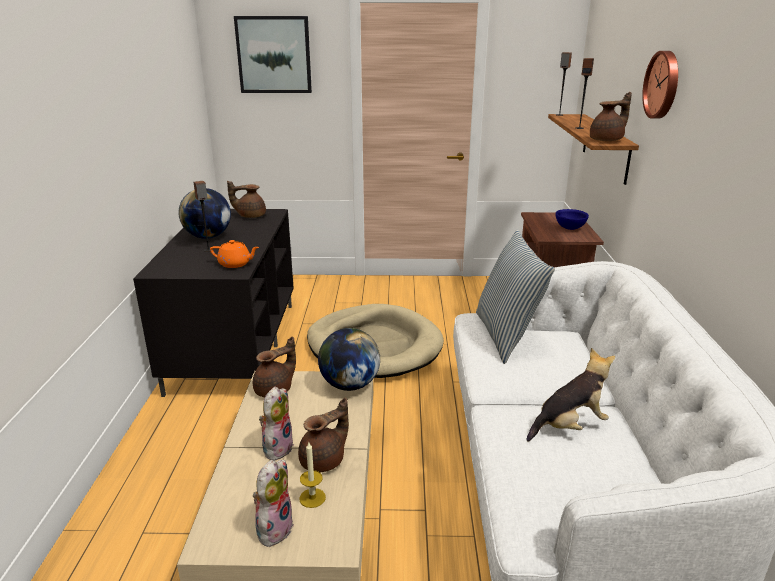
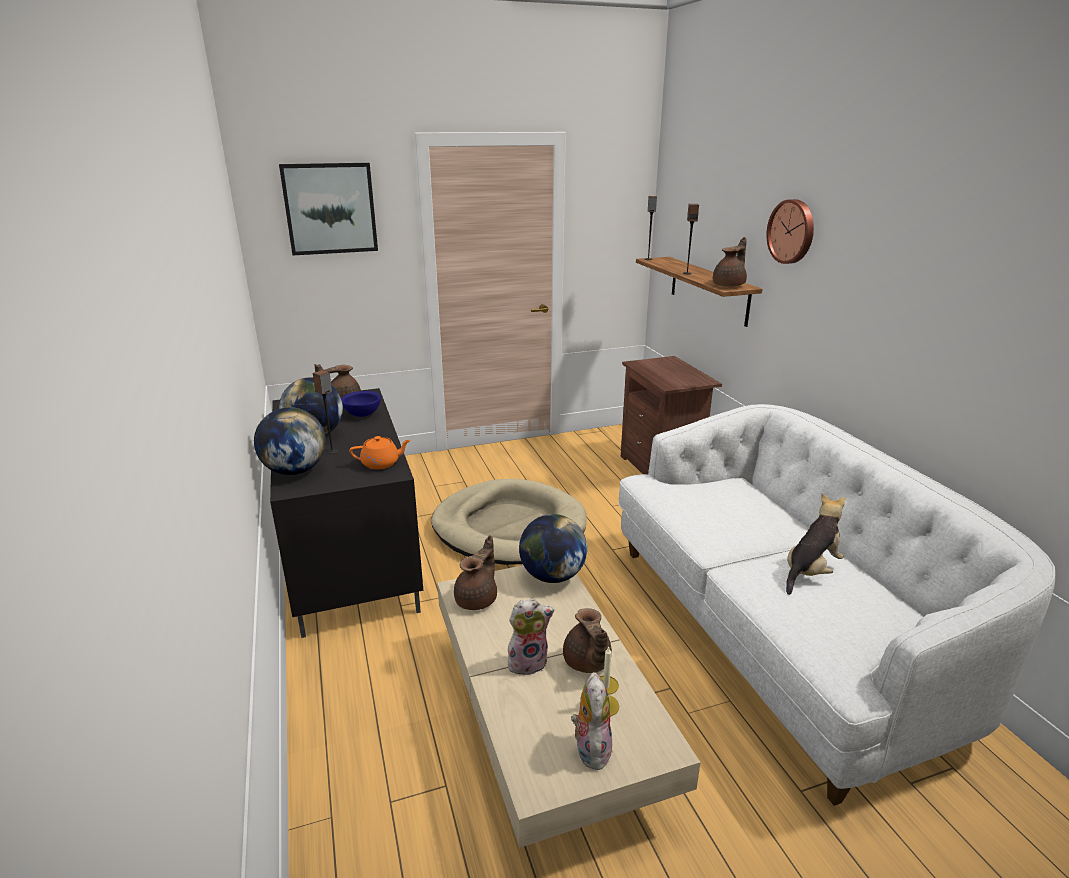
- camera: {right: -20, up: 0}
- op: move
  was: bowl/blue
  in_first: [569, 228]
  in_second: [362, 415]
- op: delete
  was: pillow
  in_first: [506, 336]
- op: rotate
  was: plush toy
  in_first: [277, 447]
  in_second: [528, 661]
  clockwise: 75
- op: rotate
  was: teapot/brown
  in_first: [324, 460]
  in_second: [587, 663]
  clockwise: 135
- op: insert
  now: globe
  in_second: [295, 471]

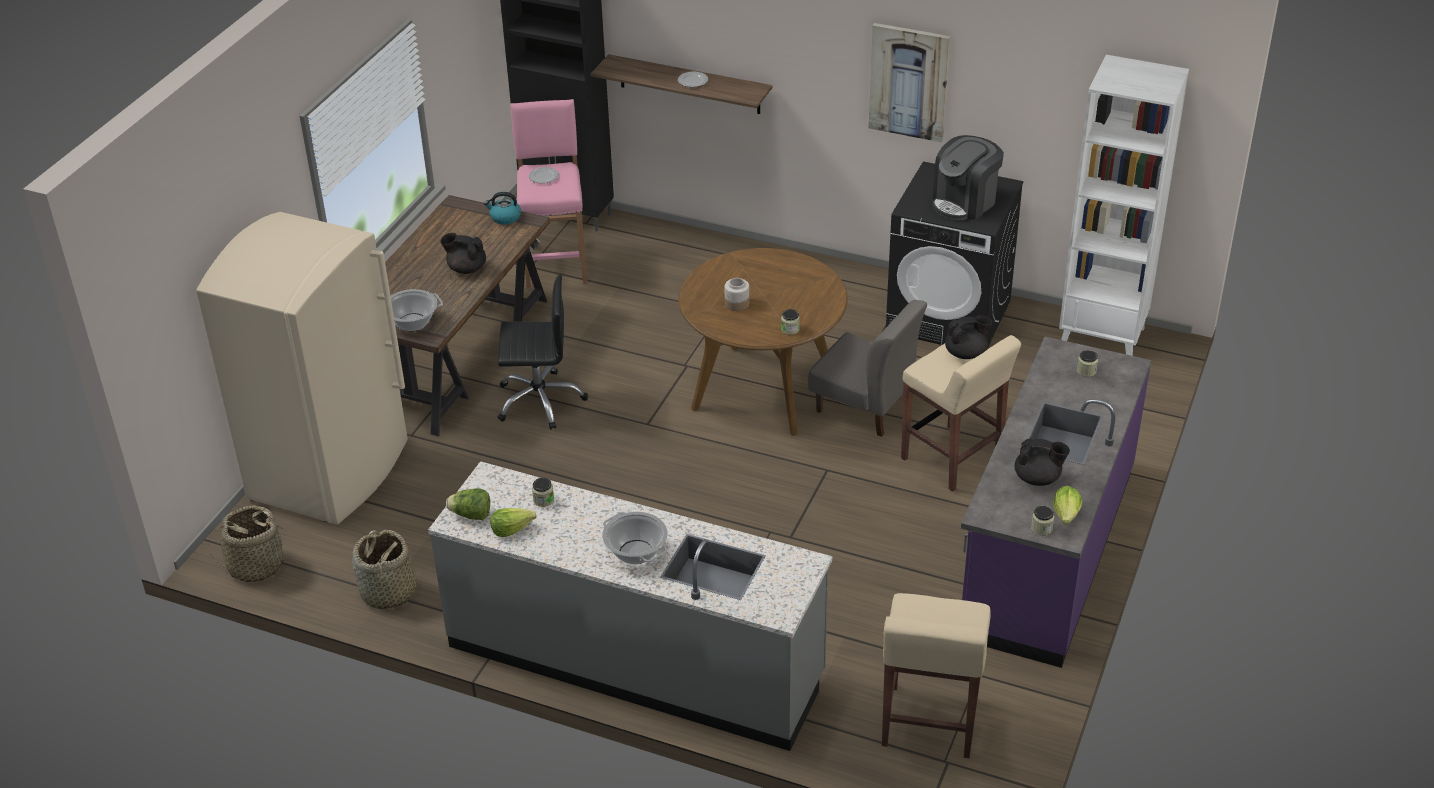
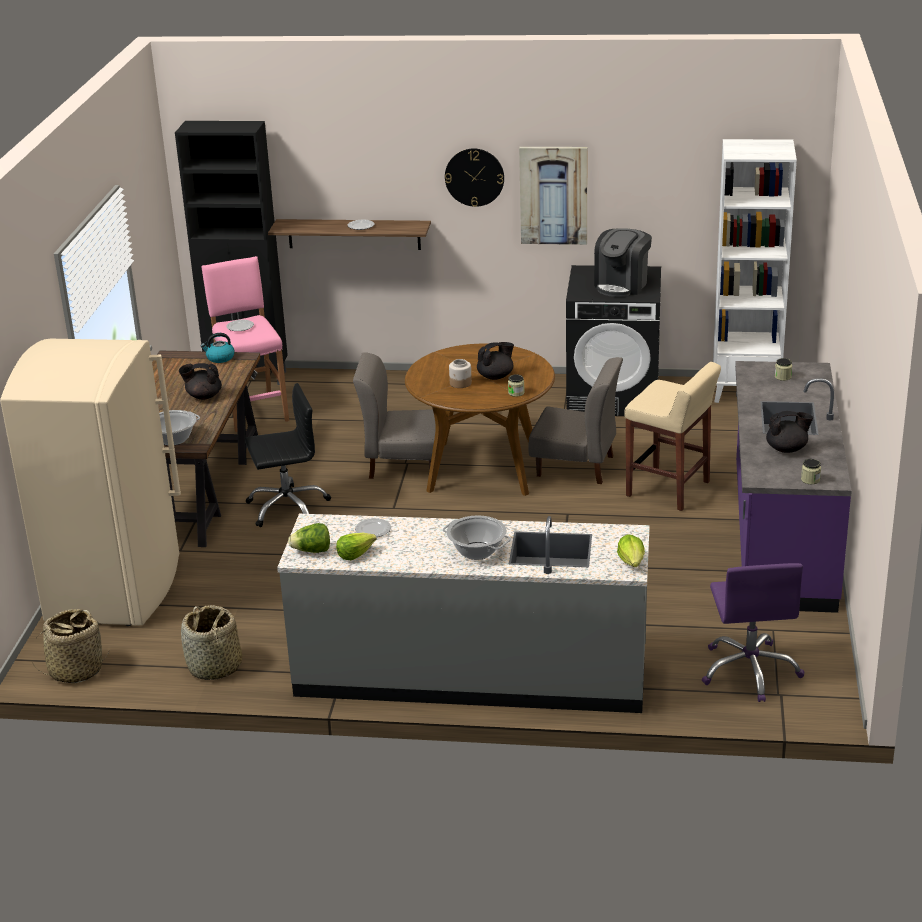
- camera: {right: -15, up: -10}
- op: move
  was: teapot/black
  in_first: [966, 353]
  in_second: [496, 376]
- op: replace
  was: jar
  now: plate
  in_first: [543, 500]
  in_second: [372, 530]
- op: move
  was: lettuce
  in_first: [1066, 514]
  in_second: [632, 562]
- op: replace
  was: stool/beige
  now: office chair/purple
  in_first: [929, 723]
  in_second: [750, 670]
- op: insert
  now: wall clock
  in_second: [474, 177]
- op: insert
  now: chair/grey
  in_second: [403, 464]

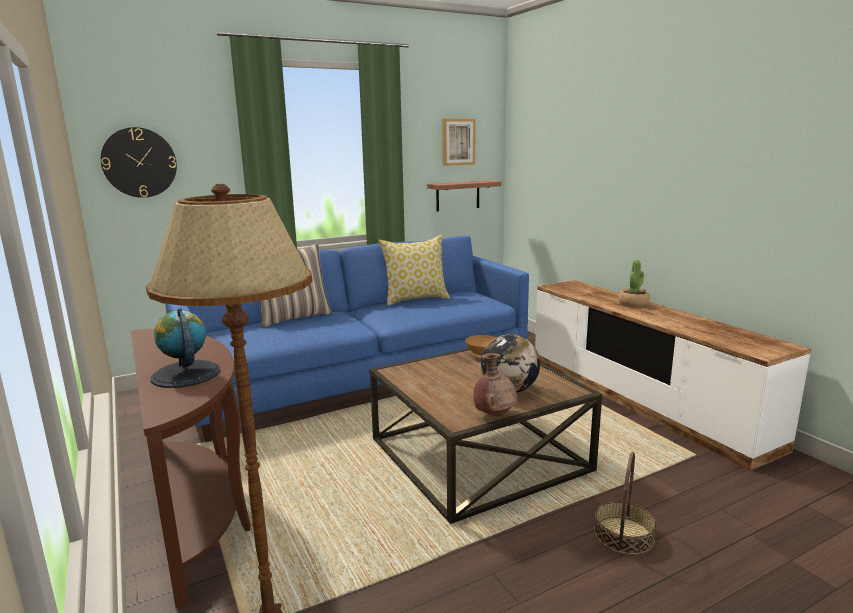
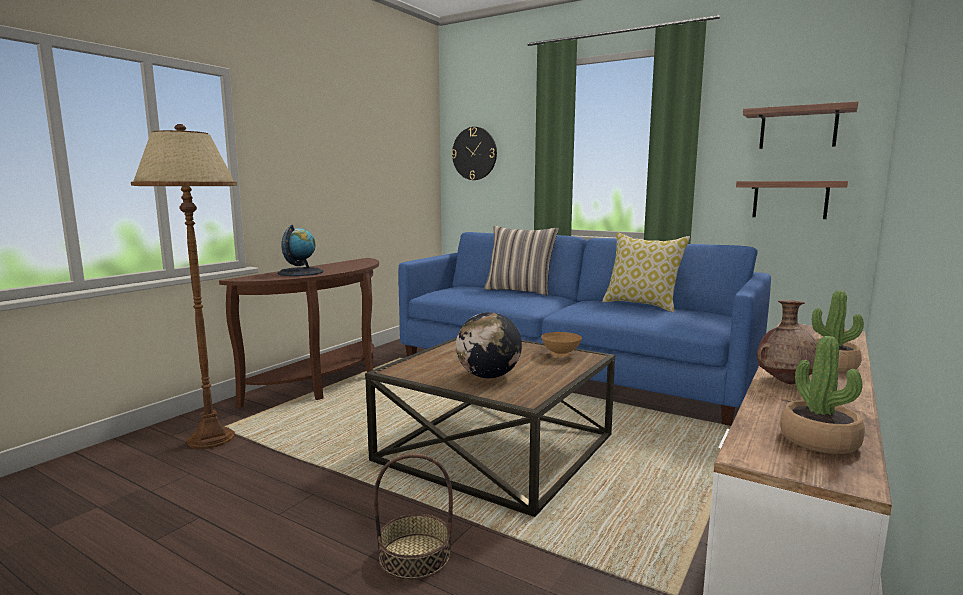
- camera: {right: 60, up: -5}
- op: replace
  was: picture
  now: shelf
  in_first: [458, 142]
  in_second: [798, 128]
- op: move
  was: vase/brown
  in_first: [494, 414]
  in_second: [786, 382]
- op: insert
  now: potted plant
  in_second: [819, 441]

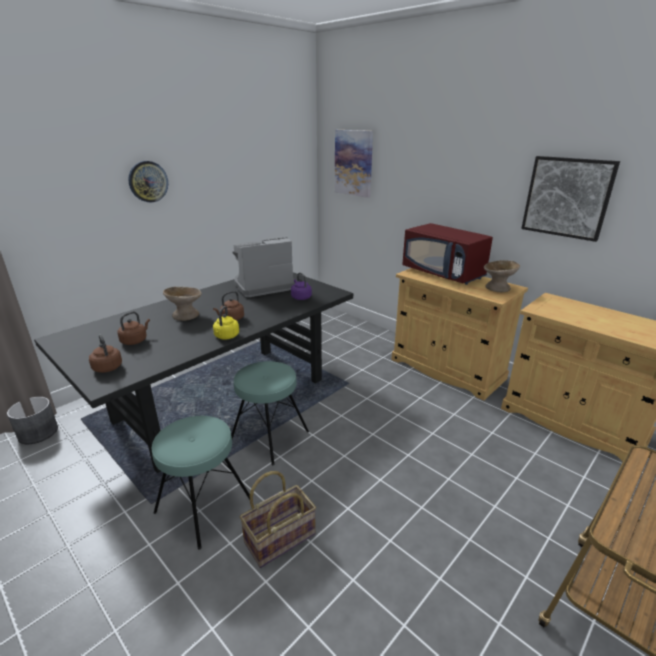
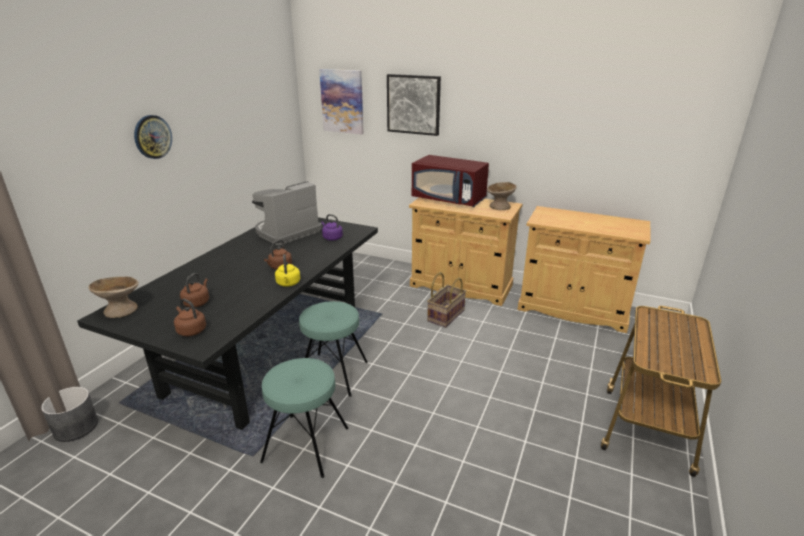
- camera: {right: -20, up: 0}
- op: move
  was: picture
  in_first: [567, 197]
  in_second: [413, 104]
- op: move
  was: bowl/beige
  in_first: [185, 315]
  in_second: [121, 310]
- op: move
  was: basket
  in_first: [280, 537]
  in_second: [445, 315]

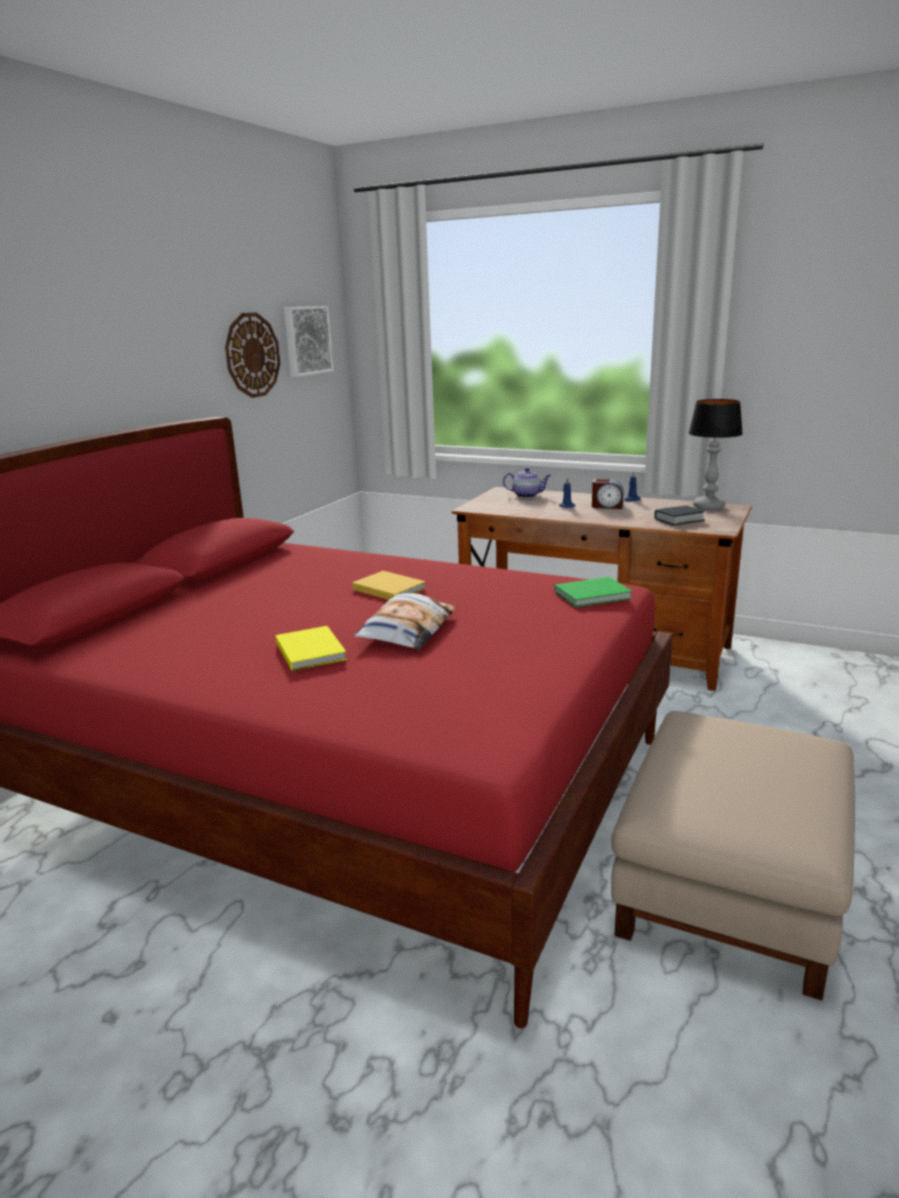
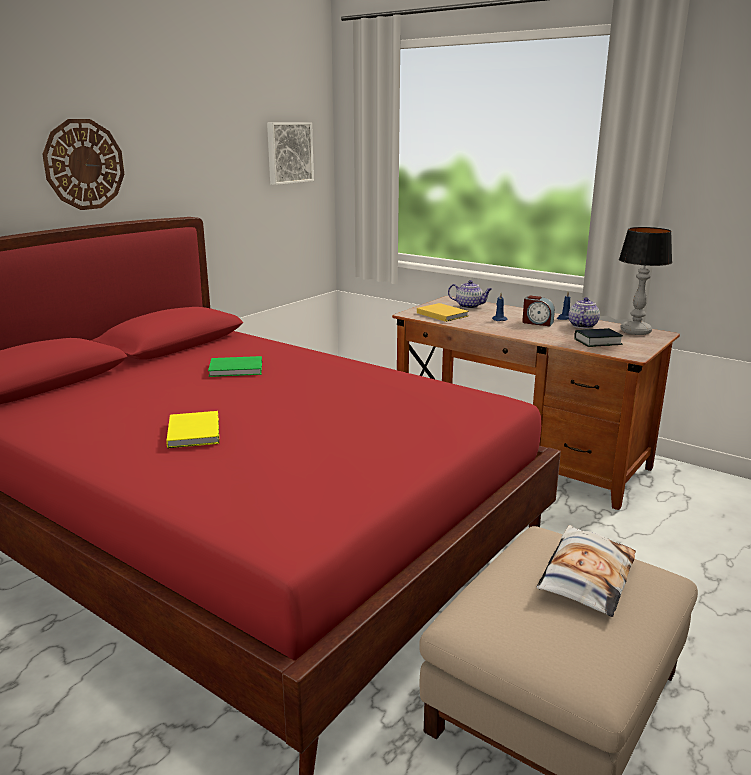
- camera: {right: 10, up: 0}
- op: move
  was: wall clock
  in_first: [252, 355]
  in_second: [84, 164]
- op: move
  was: book/yellow
  in_first: [388, 588]
  in_second: [442, 314]
- op: move
  was: book/green
  in_first: [594, 595]
  in_second: [237, 369]
- op: move
  was: pillow
  in_first: [407, 630]
  in_second: [585, 577]
- op: insert
  now: teapot
  in_second: [582, 325]

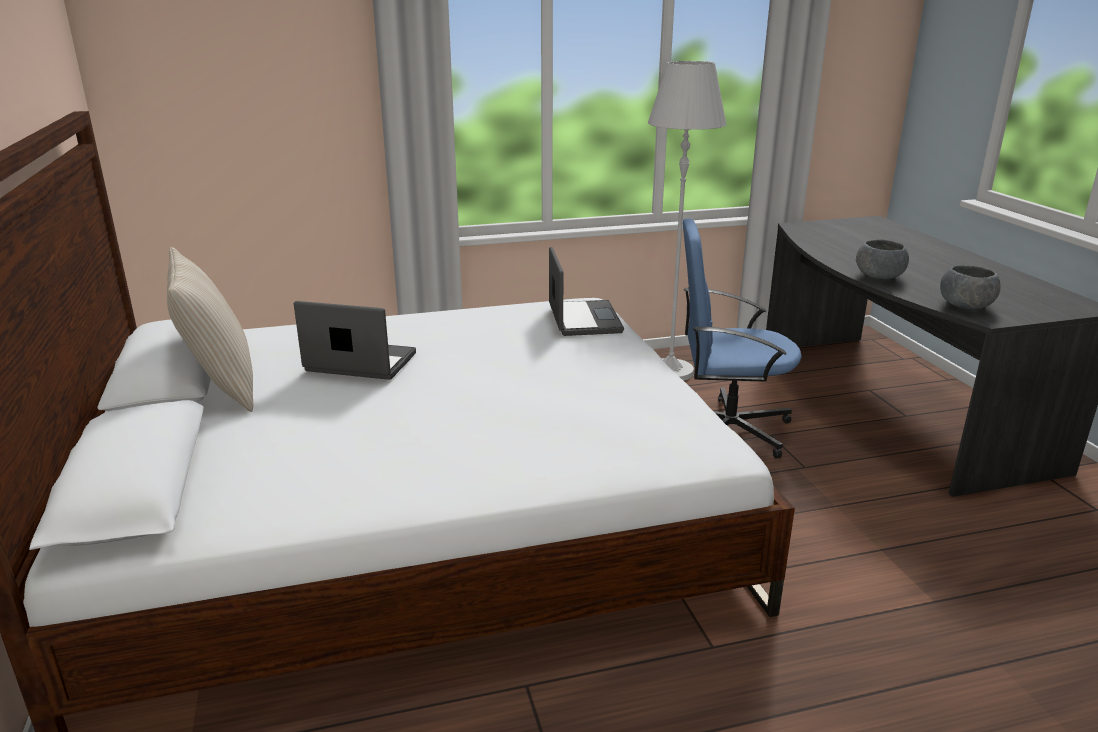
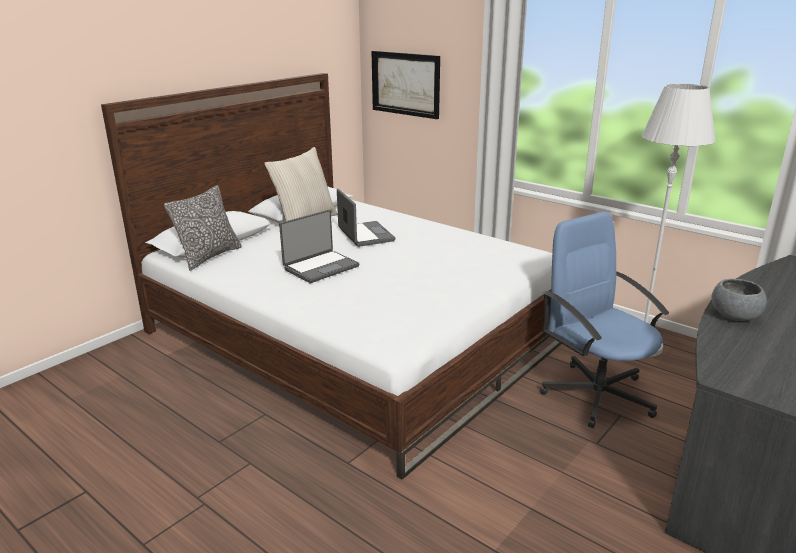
- camera: {right: 55, up: 0}
- op: move
  was: laptop
  in_first: [582, 319]
  in_second: [320, 267]
- op: delete
  was: bowl/grey
  in_first: [965, 306]
- op: insert
  now: picture
  in_second: [405, 84]
- op: insert
  now: pillow
  in_second: [209, 256]

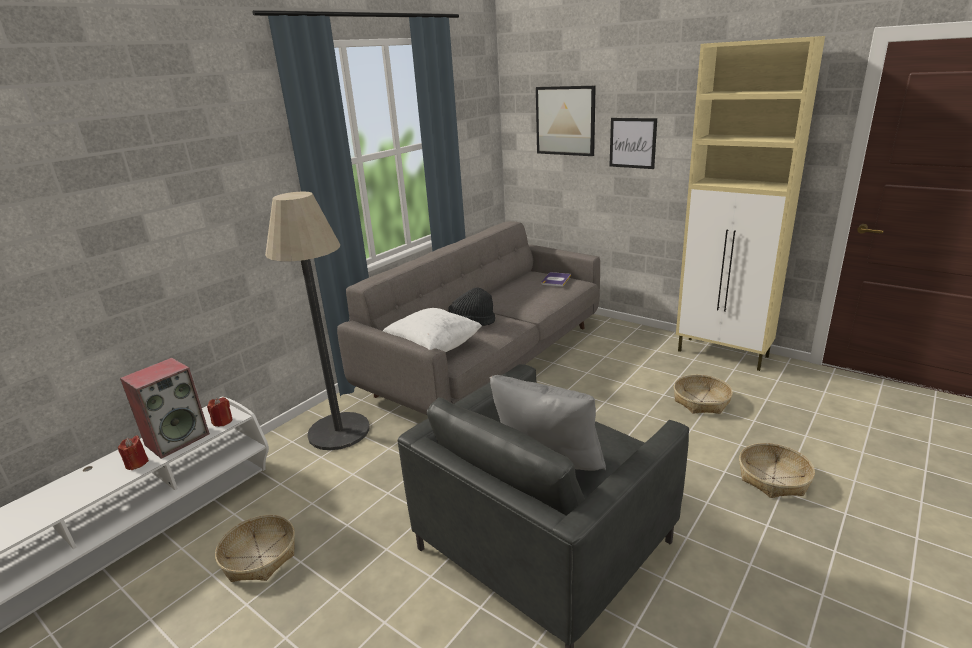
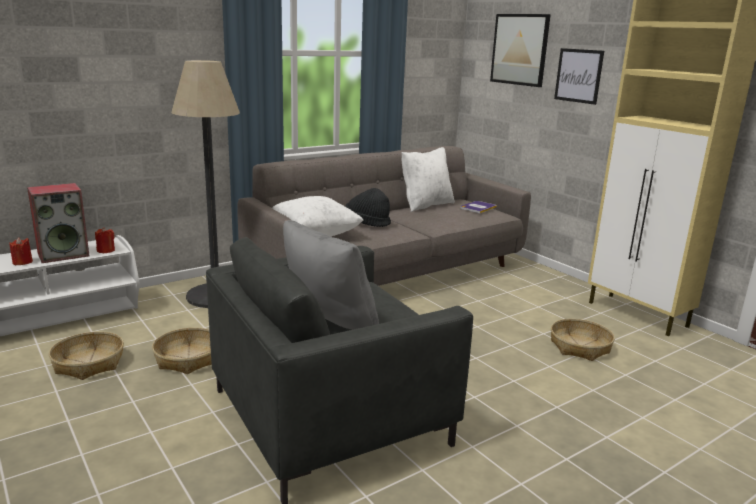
- camera: {right: 15, up: -5}
- op: move
  was: basket
  in_first: [773, 478]
  in_second: [188, 359]
- op: insert
  now: pillow/white
  in_second: [425, 205]

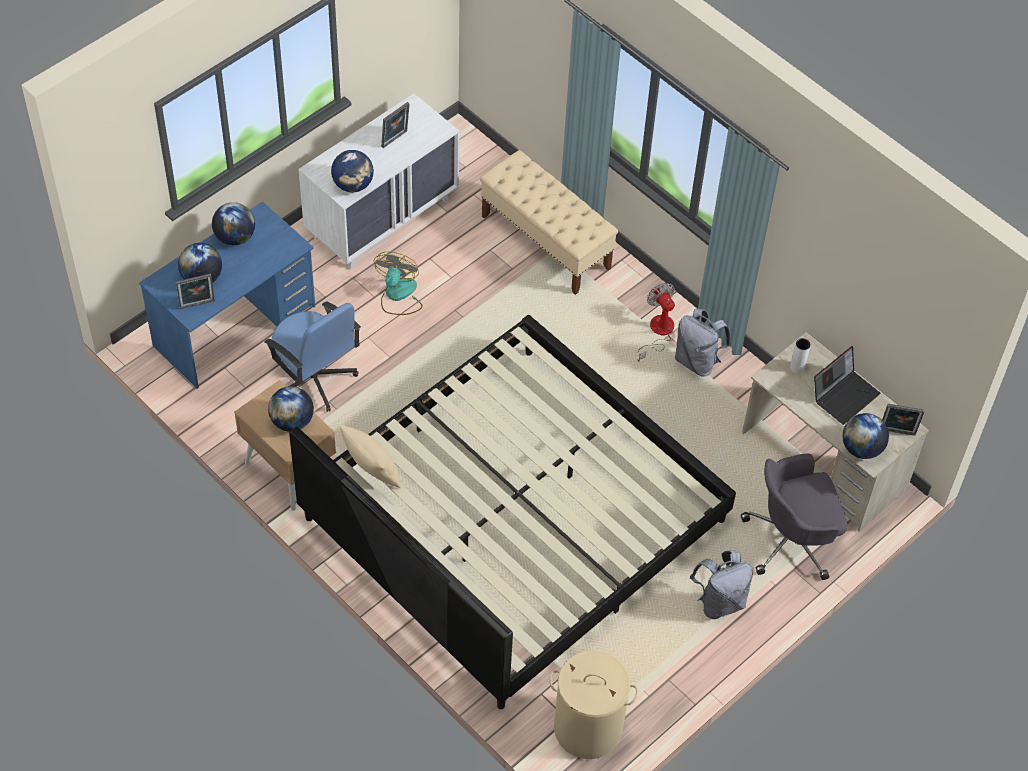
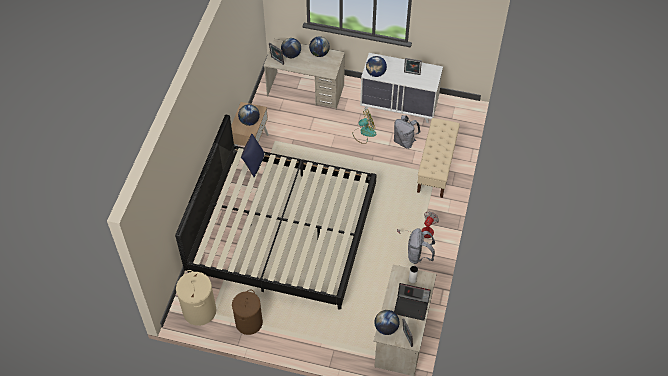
- camera: {right: 60, up: 0}
- op: recolor
  was: desk/blue
  now: desk/beige
  in_first: [235, 326]
  in_second: [305, 91]
- op: delete
  was: office chair/blue
  in_first: [313, 379]
- op: recolor
  was: pillow/beige
  now: pillow/blue
  in_first: [371, 473]
  in_second: [254, 164]
- op: delete
  was: office chair/grey
  in_first: [792, 540]
- op: move
  was: backpack/grey
  in_first: [719, 601]
  in_second: [404, 141]
- op: insert
  now: laundry basket/brown
  in_second: [249, 323]

